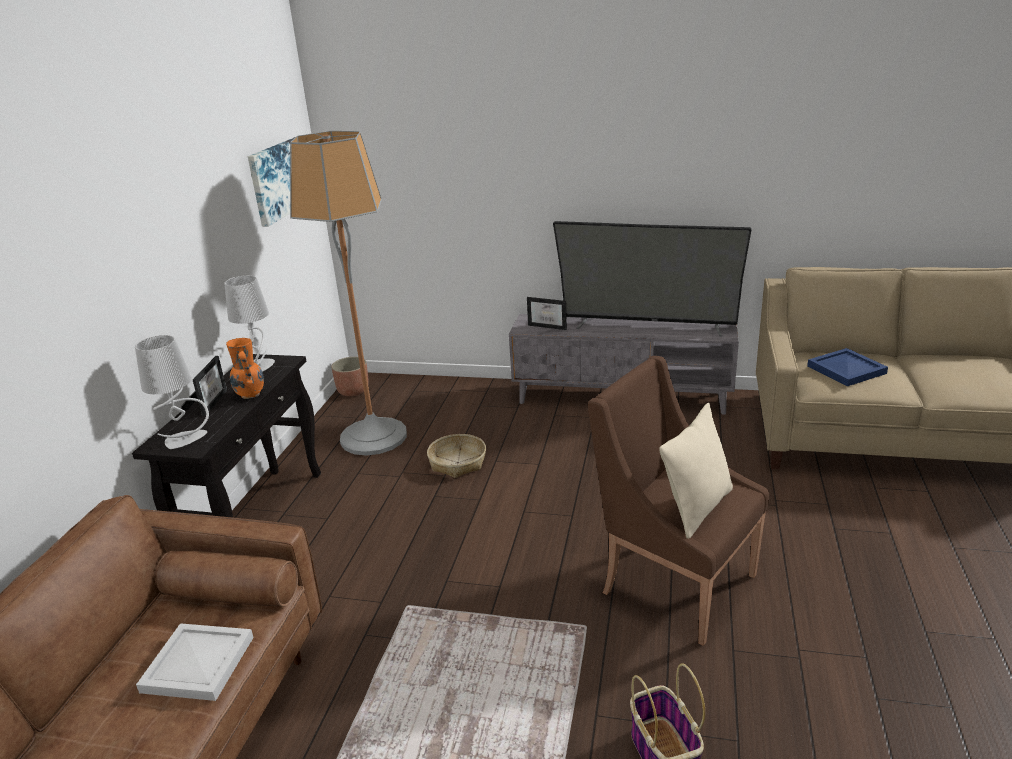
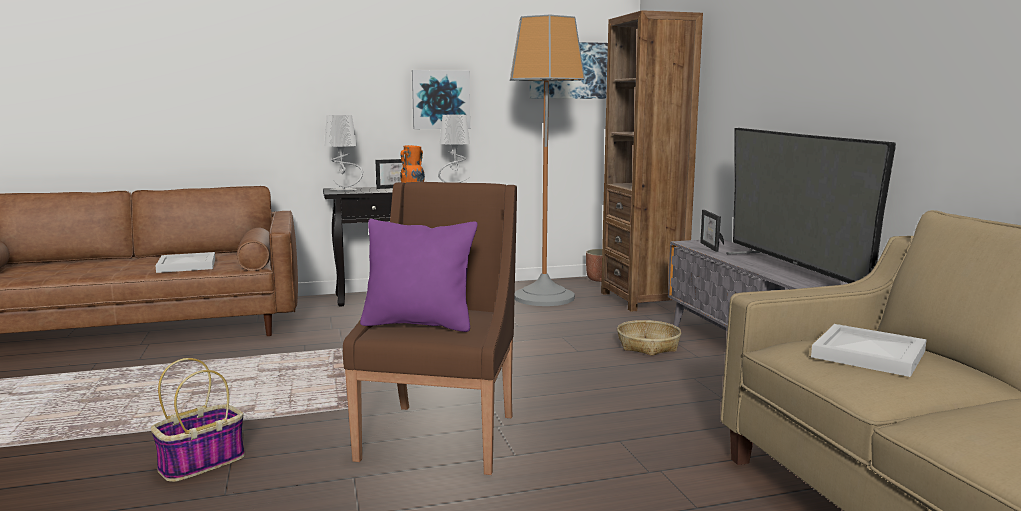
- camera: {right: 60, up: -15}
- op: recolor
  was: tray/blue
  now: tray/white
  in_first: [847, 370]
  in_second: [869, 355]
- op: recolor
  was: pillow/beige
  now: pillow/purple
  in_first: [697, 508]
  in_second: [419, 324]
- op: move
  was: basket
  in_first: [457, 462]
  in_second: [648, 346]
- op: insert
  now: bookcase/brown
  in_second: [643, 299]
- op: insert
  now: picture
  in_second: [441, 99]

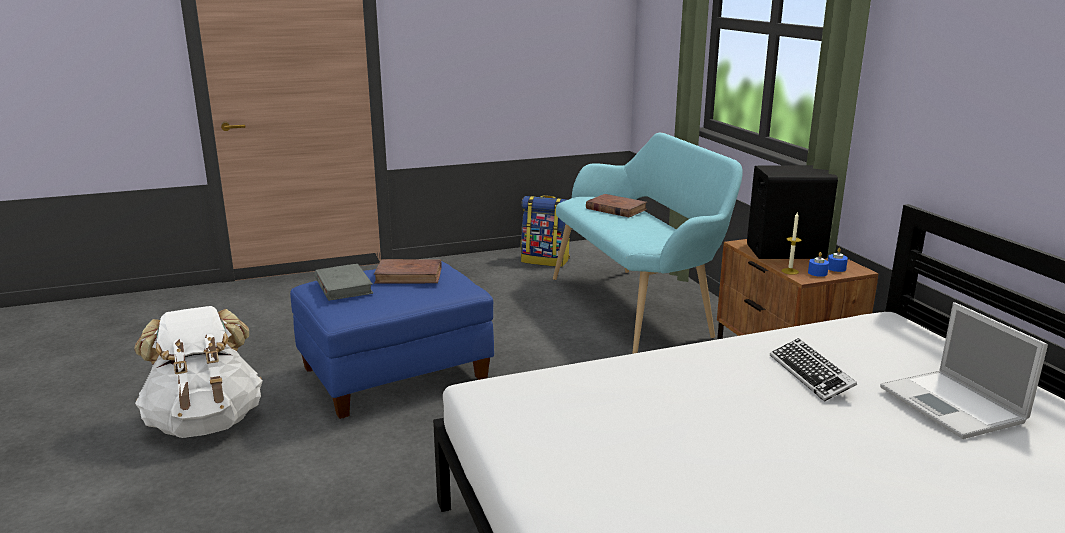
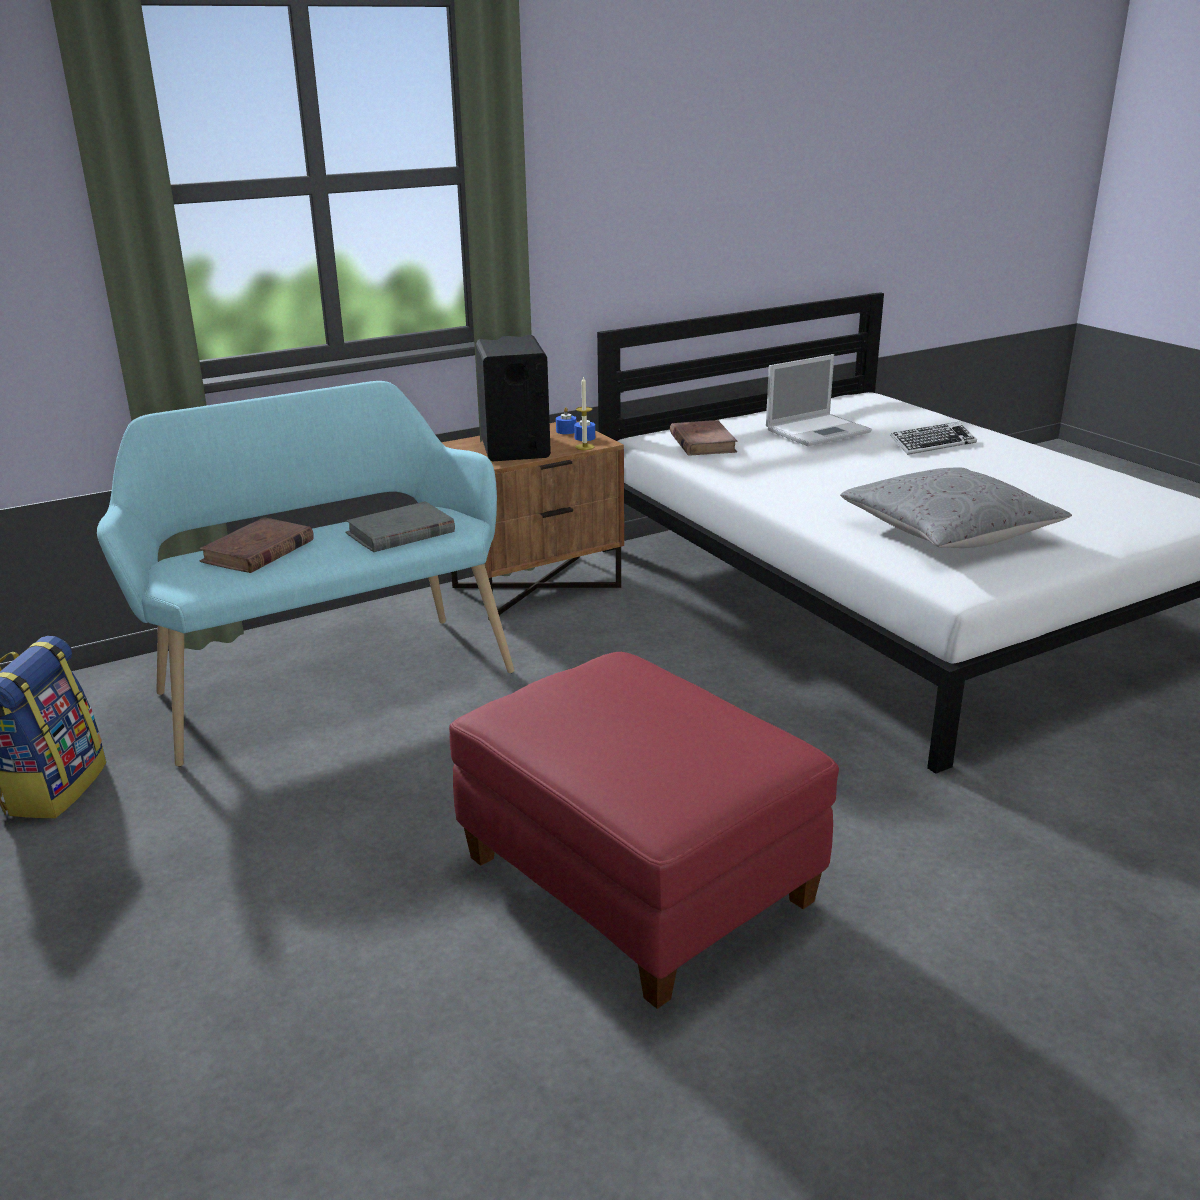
- camera: {right: -100, up: 5}
- op: move
  was: book/brown
  in_first: [409, 275]
  in_second: [702, 443]
- op: recolor
  was: ottoman/blue
  now: ottoman/red
  in_first: [395, 374]
  in_second: [635, 882]
- op: move
  was: book/grey
  in_first: [343, 286]
  in_second: [400, 533]
- op: delete
  was: backpack/white
  in_first: [206, 422]
- op: move
  was: keyboard
  in_first: [810, 375]
  in_second: [932, 444]
- op: insert
  now: pillow/grey
  in_second: [949, 532]

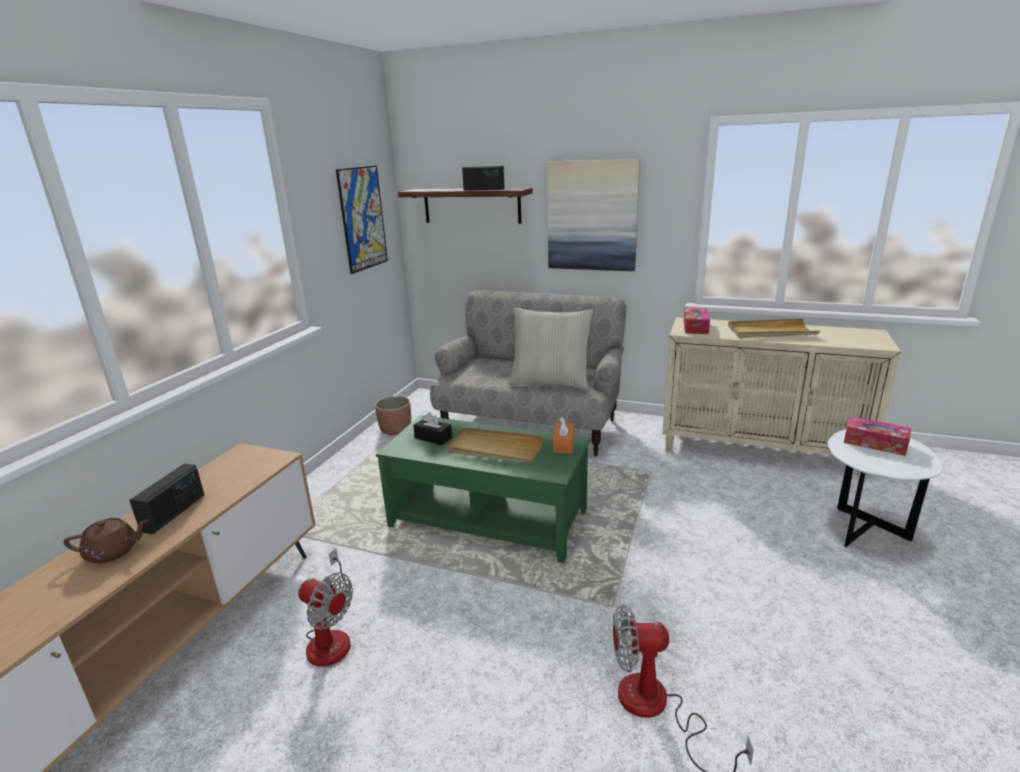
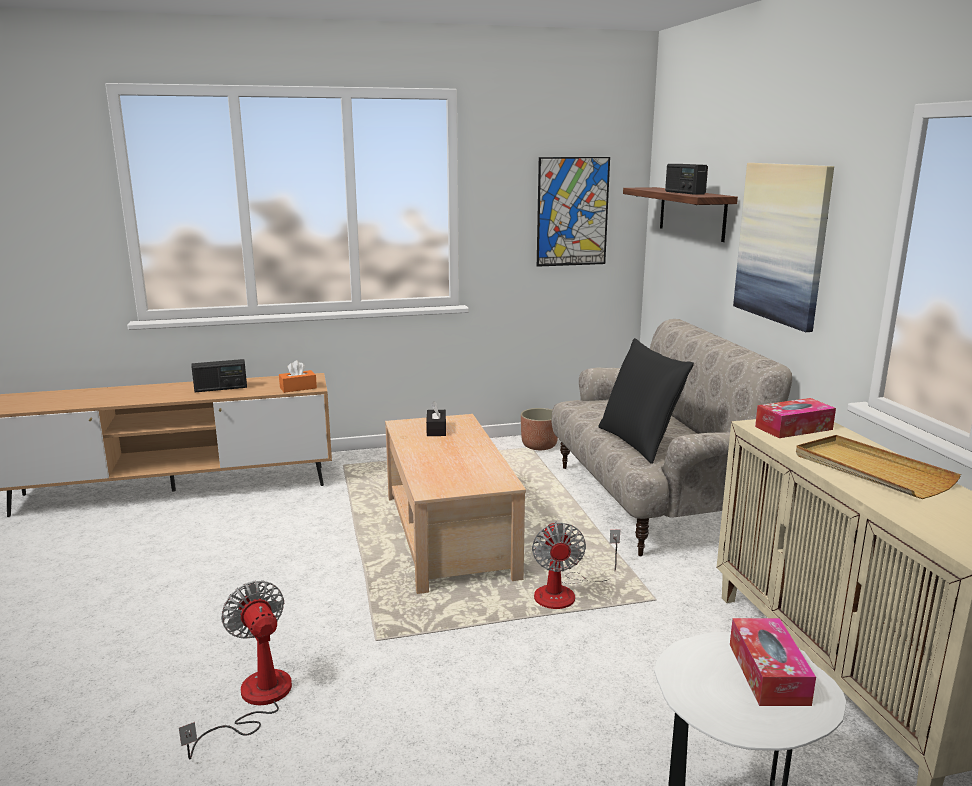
- camera: {right: 55, up: -5}
- op: recolor
  was: pillow/beige
  now: pillow/black
  in_first: [550, 382]
  in_second: [639, 443]
- op: recolor
  was: coffee table/green
  now: coffee table/beige
  in_first: [489, 518]
  in_second: [450, 536]
- op: move
  was: tissue box/orange
  in_first: [563, 444]
  in_second: [298, 388]
- op: delete
  was: tray/beige
  in_first: [494, 449]
- op: delete
  was: teapot/brown
  in_first: [113, 552]
- op: move
  was: fan
  in_first: [331, 636]
  in_second: [565, 593]

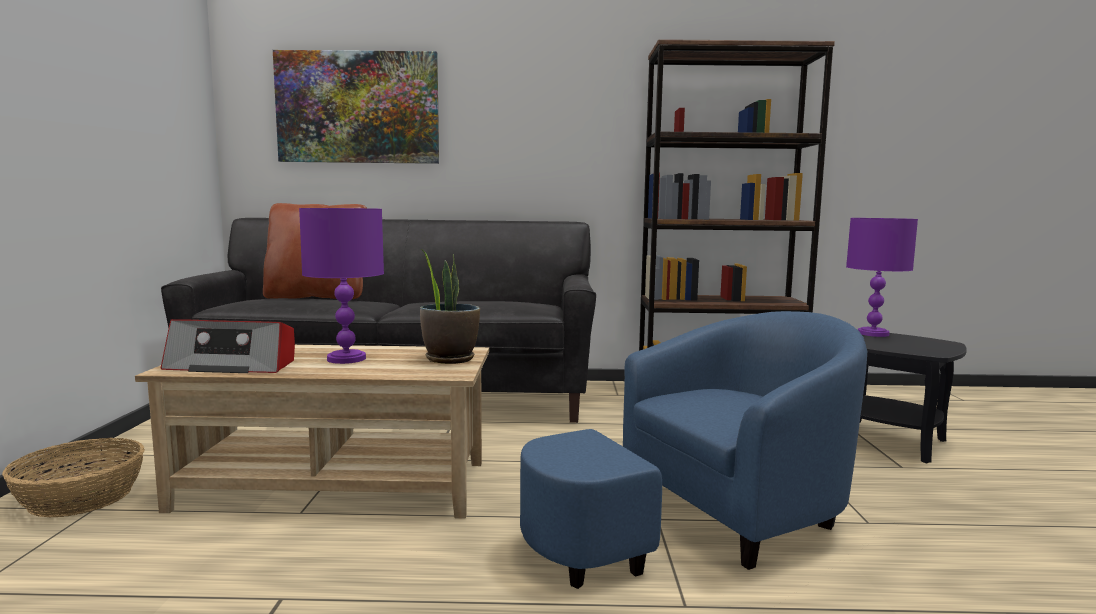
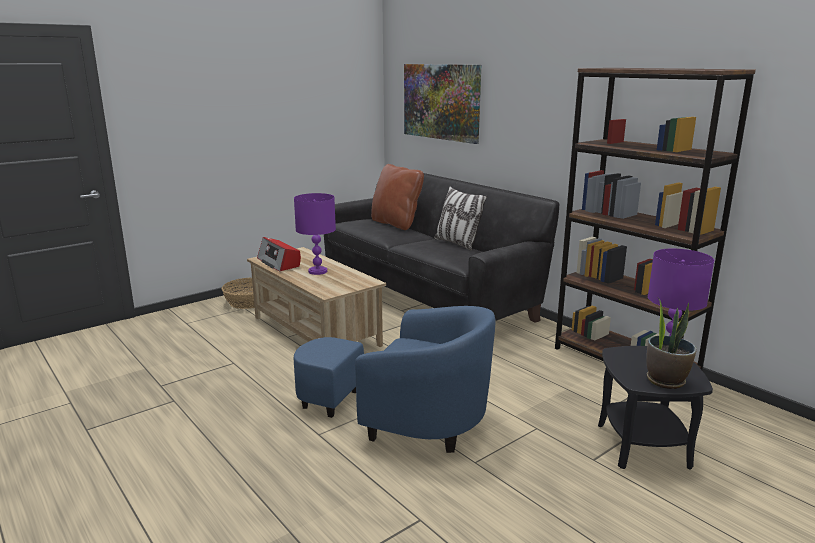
- camera: {right: 50, up: 10}
- op: move
  was: potted plant
  in_first: [450, 359]
  in_second: [665, 380]
- op: insert
  now: pillow
  in_second: [457, 243]

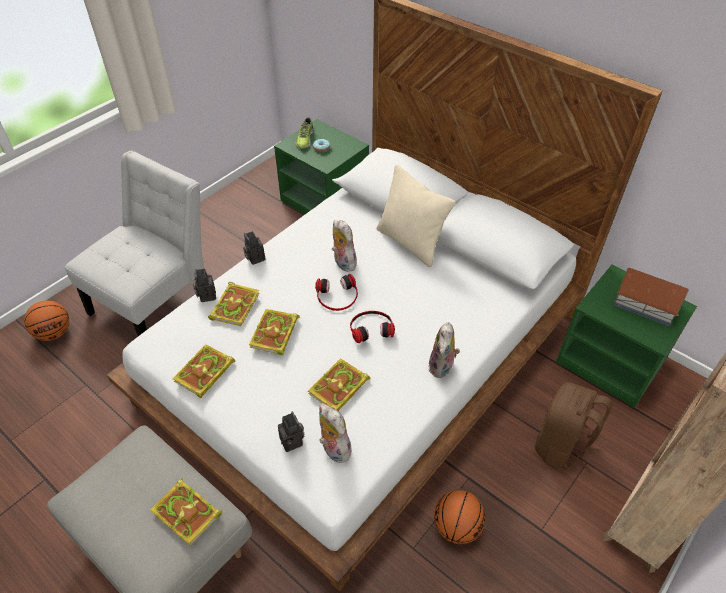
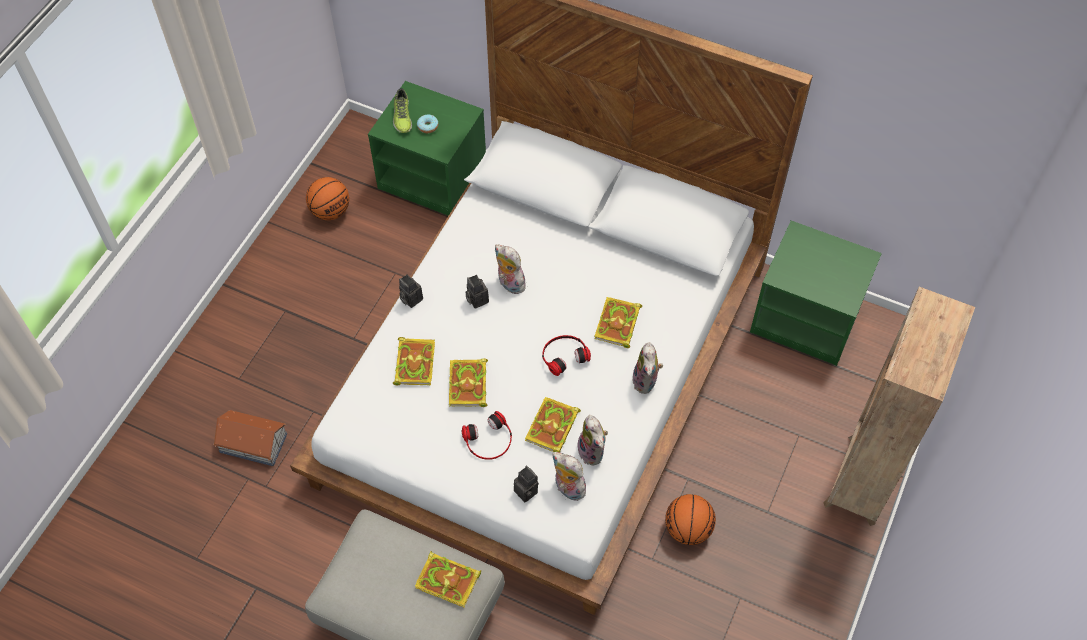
- camera: {right: -15, up: 10}
- op: delete
  was: chair/white
  in_first: [156, 300]
- op: delete
  was: pillow/beige
  in_first: [410, 243]
- op: move
  was: toy house
  in_first: [644, 303]
  in_second: [252, 442]
- op: move
  was: photo camera
  in_first: [206, 295]
  in_second: [476, 299]
- op: move
  was: headphones
  in_first: [337, 296]
  in_second: [489, 440]
- op: move
  was: basketball
  in_first: [54, 333]
  in_second: [330, 211]
- op: move
  was: book
  in_first: [204, 373]
  in_second: [617, 325]
- op: delete
  was: backpack/brown
  in_first: [562, 446]
- op: insert
  now: plush toy
  in_second: [593, 452]

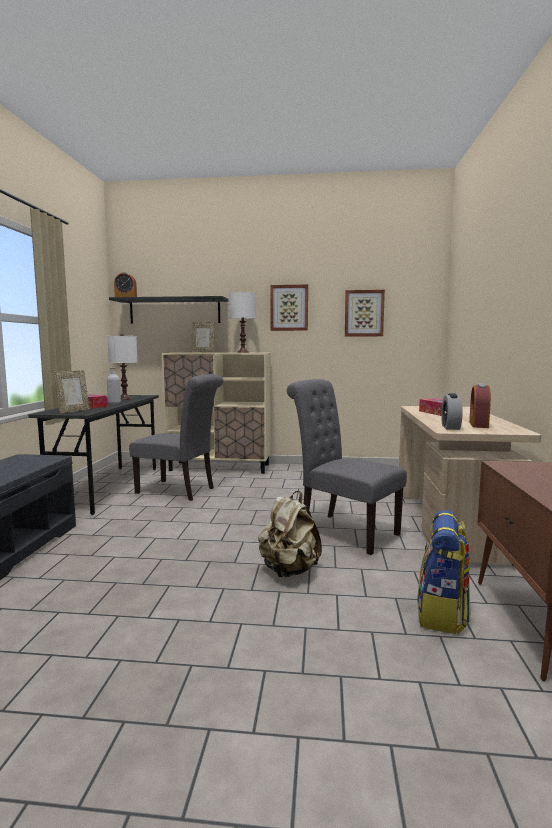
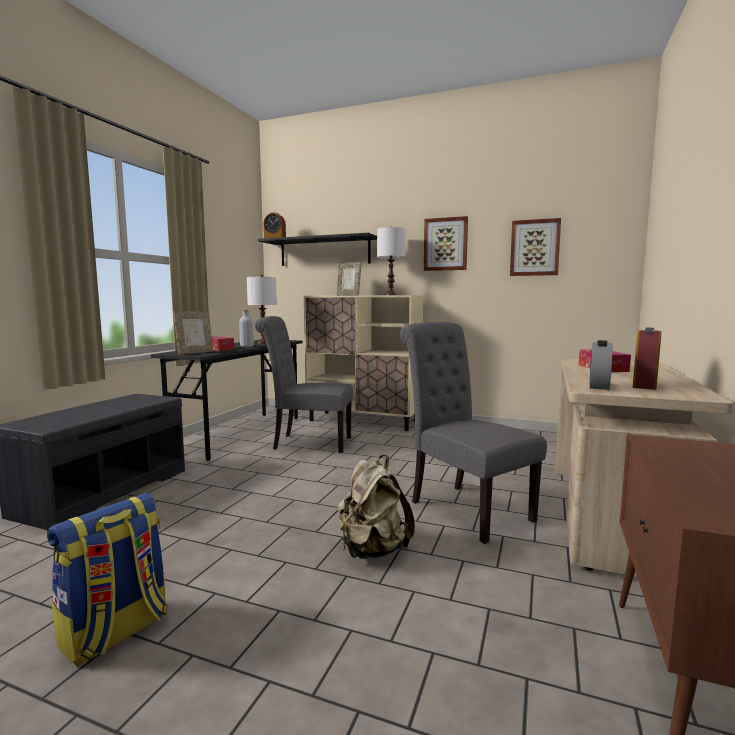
- camera: {right: 15, up: 0}
- op: rotate
  was: chair/grey
  in_first: [180, 491]
  in_second: [307, 443]
  clockwise: 150
- op: move
  was: backpack
  in_first: [442, 614]
  in_second: [115, 633]

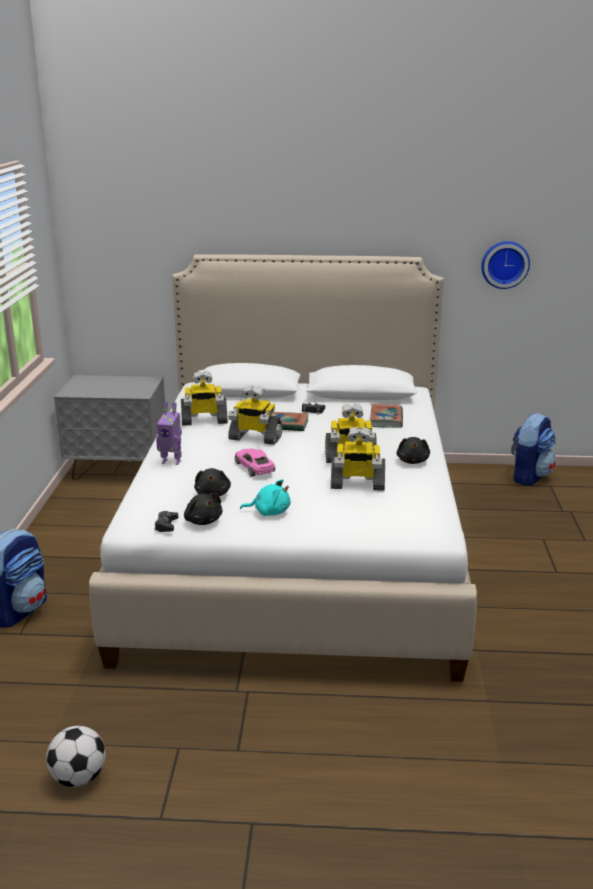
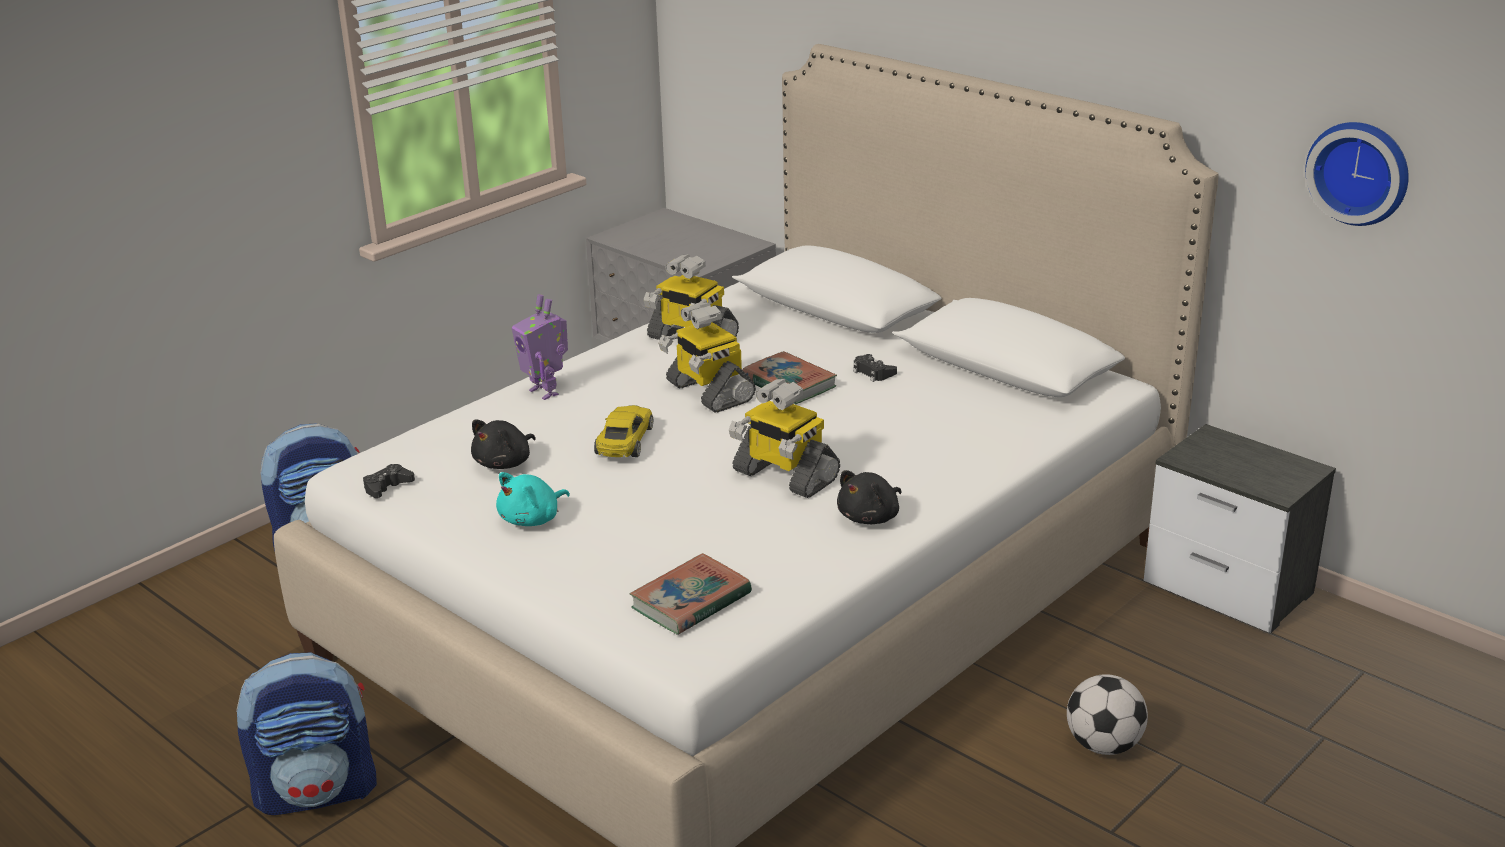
- camera: {right: 40, up: 5}
- op: move
  was: book
  in_first: [386, 419]
  in_second: [691, 601]
- op: move
  was: backpack
  in_first: [529, 476]
  in_second: [318, 791]
- op: delete
  was: toy robot
  in_first: [357, 484]
- op: recolor
  was: toy car/pink
  now: toy car/yellow
  in_first: [254, 467]
  in_second: [624, 441]
- op: rotate
  was: plush toy/turquoise
  in_first: [269, 512]
  in_second: [532, 519]
  clockwise: 90
- op: delete
  was: plush toy/black
  in_first: [203, 521]
- op: move
  was: football
  in_first: [79, 778]
  in_second: [1103, 745]
- op: insert
  now: nightstand
  in_second: [1230, 589]

